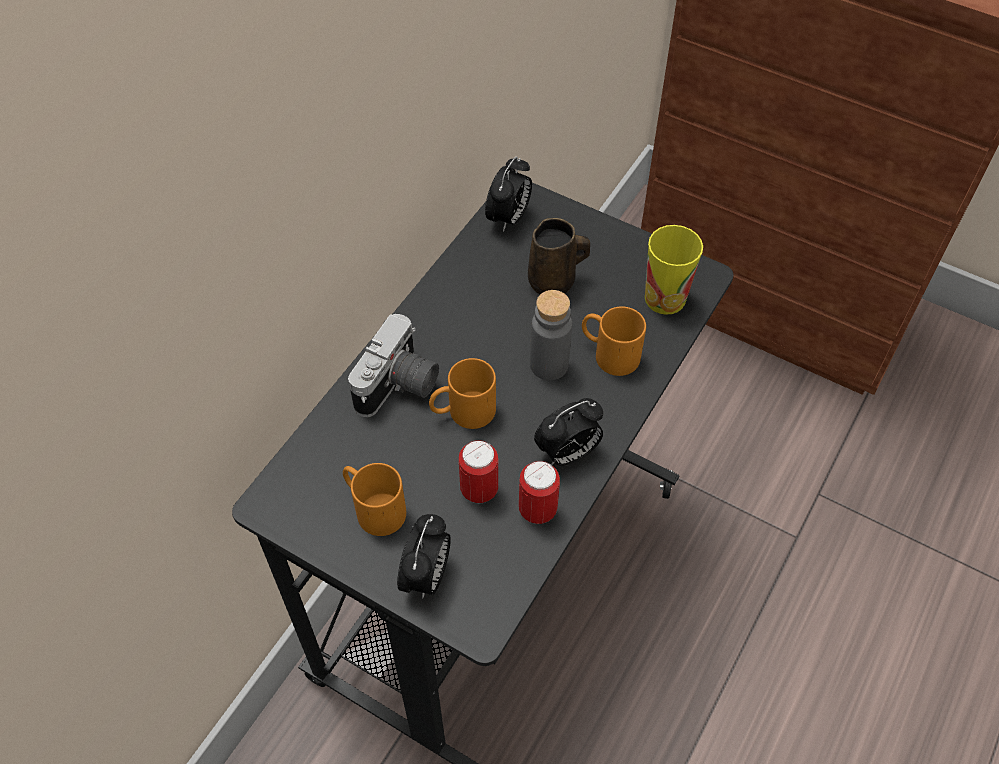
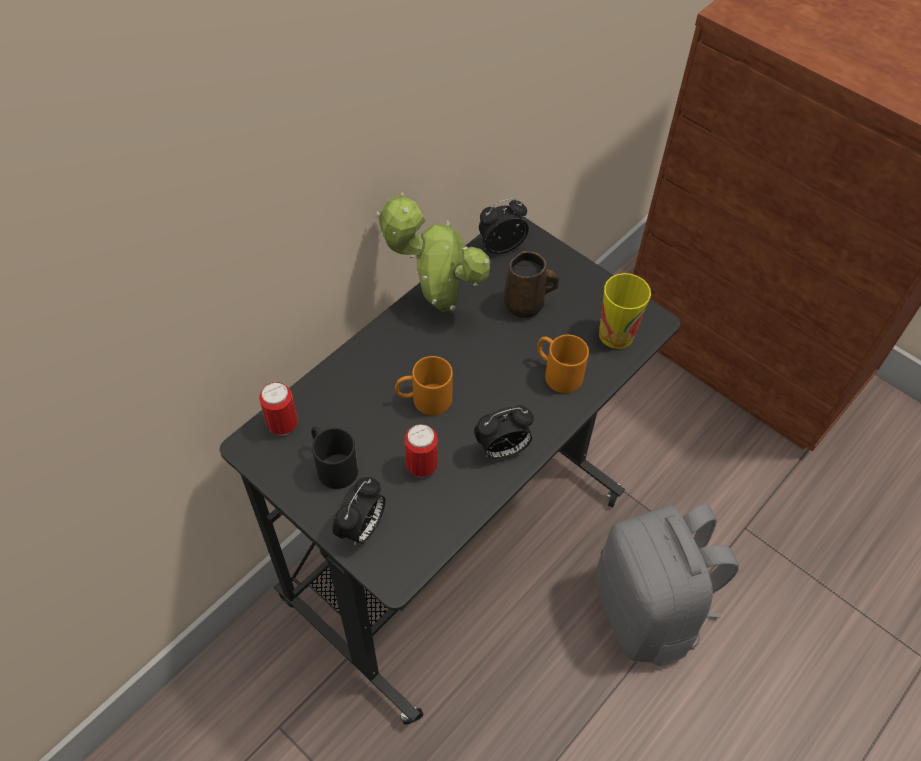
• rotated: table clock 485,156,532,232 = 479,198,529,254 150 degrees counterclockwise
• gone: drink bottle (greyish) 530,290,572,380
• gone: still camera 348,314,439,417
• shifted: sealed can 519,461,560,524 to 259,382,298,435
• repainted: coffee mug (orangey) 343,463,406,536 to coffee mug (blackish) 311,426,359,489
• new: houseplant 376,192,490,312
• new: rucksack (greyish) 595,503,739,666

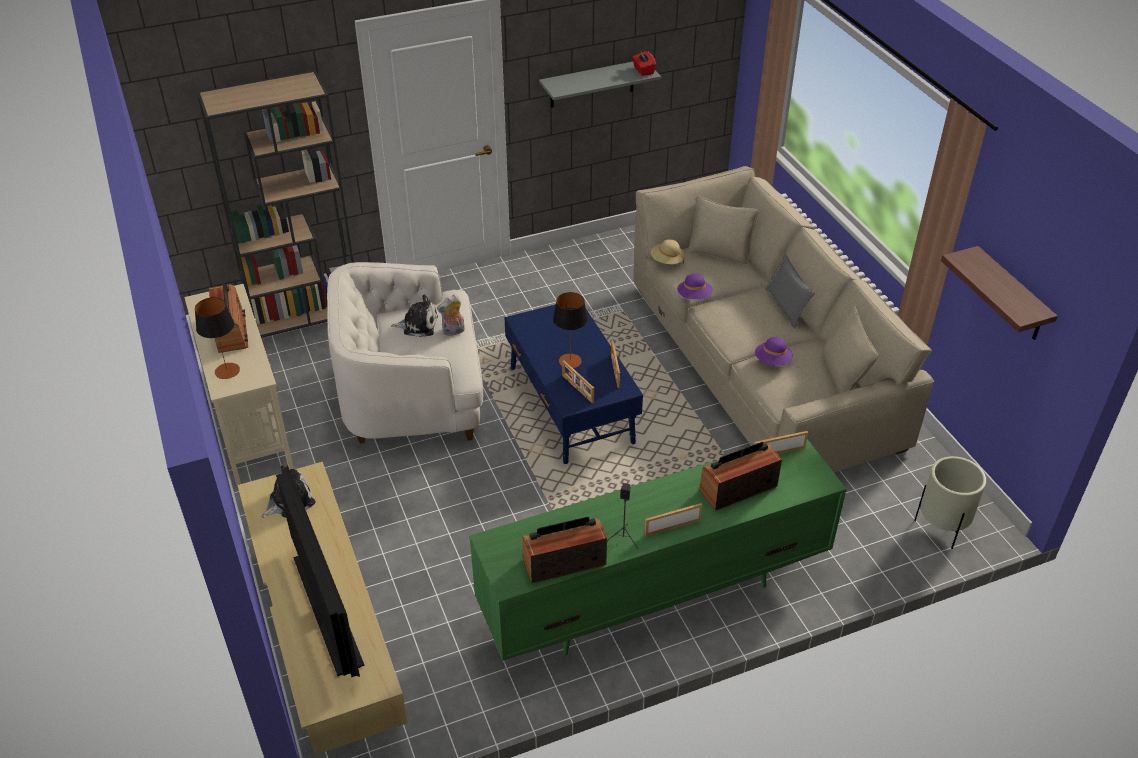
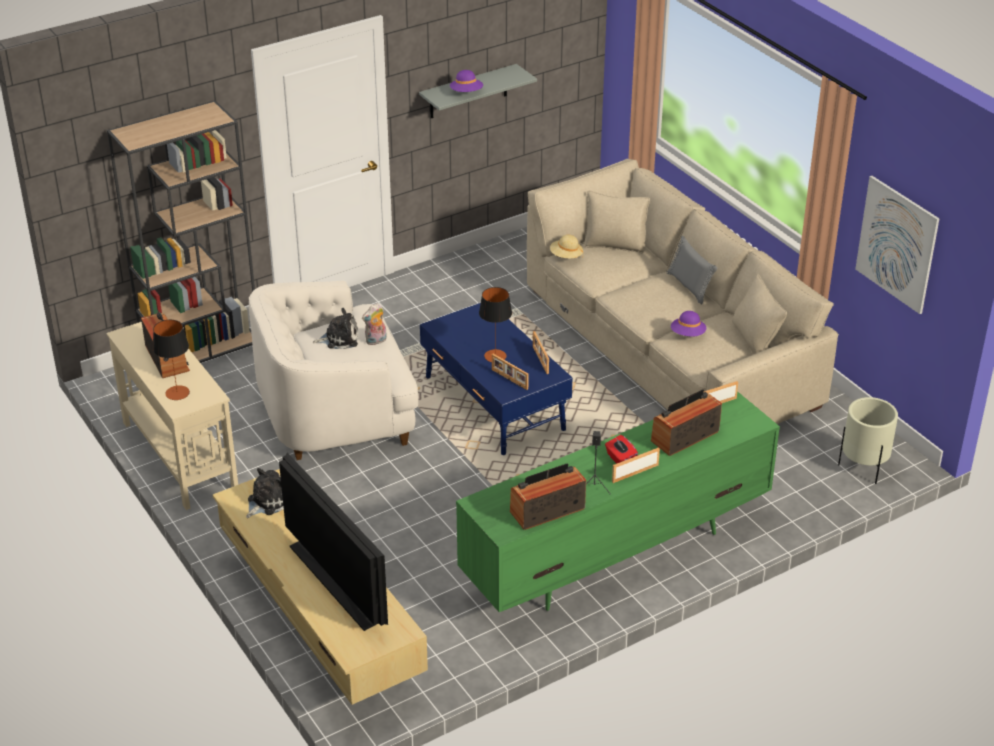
• shifted: tissue box (red) 632,51,656,76 to 605,435,638,464
• swapped: wall shelf 941,246,1058,340 to wall art 855,176,940,314
• shifted: hat (purplish) 677,273,713,299 to 450,70,483,92

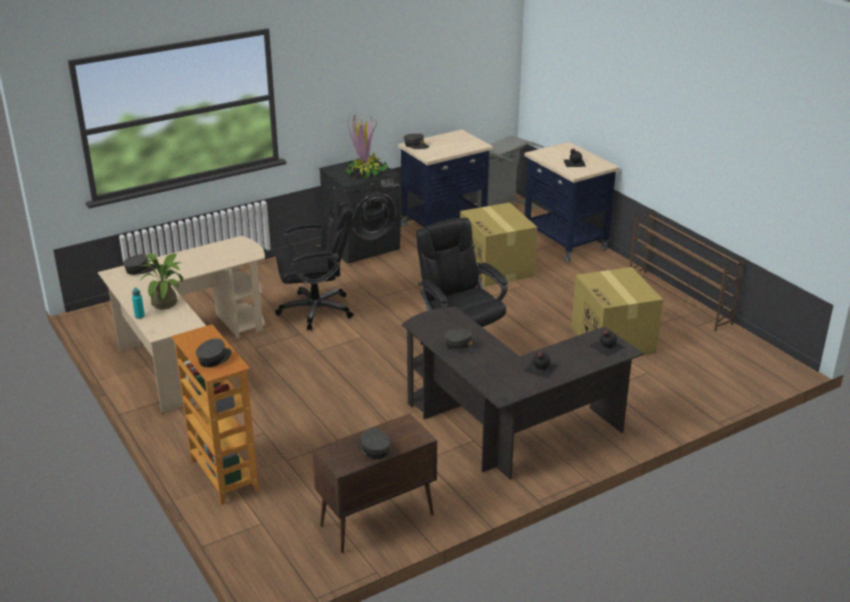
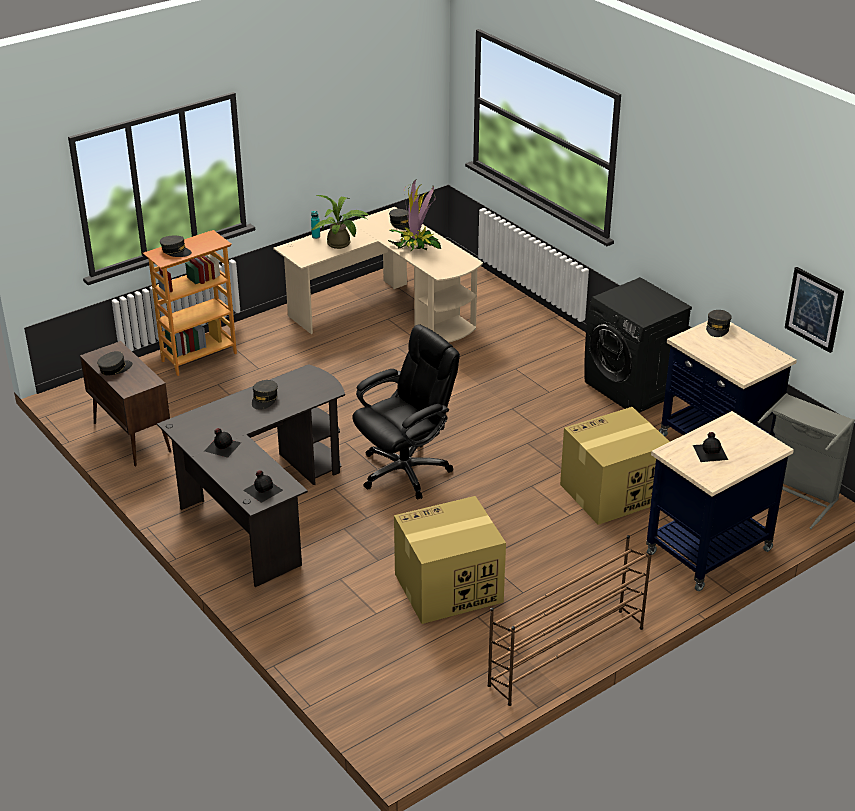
• shifted: houseplant 346,115,388,179 to 388,179,441,251
• gone: desk chair (blackish) 275,187,354,331
• new: wall art 785,267,844,353

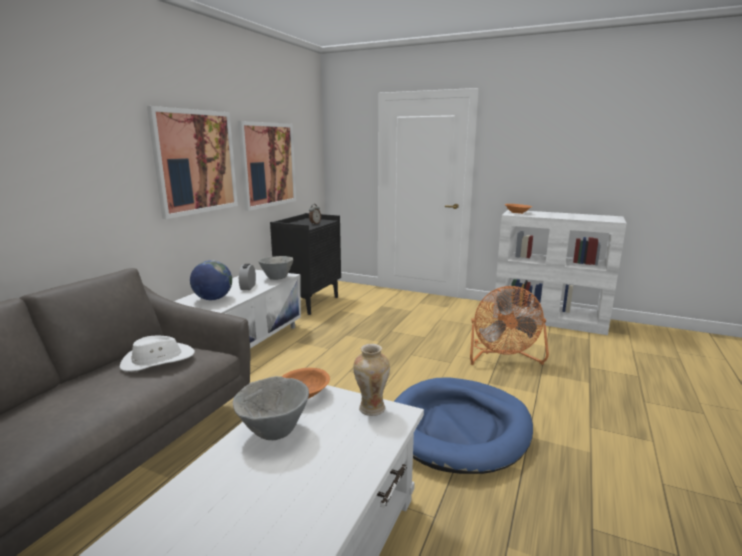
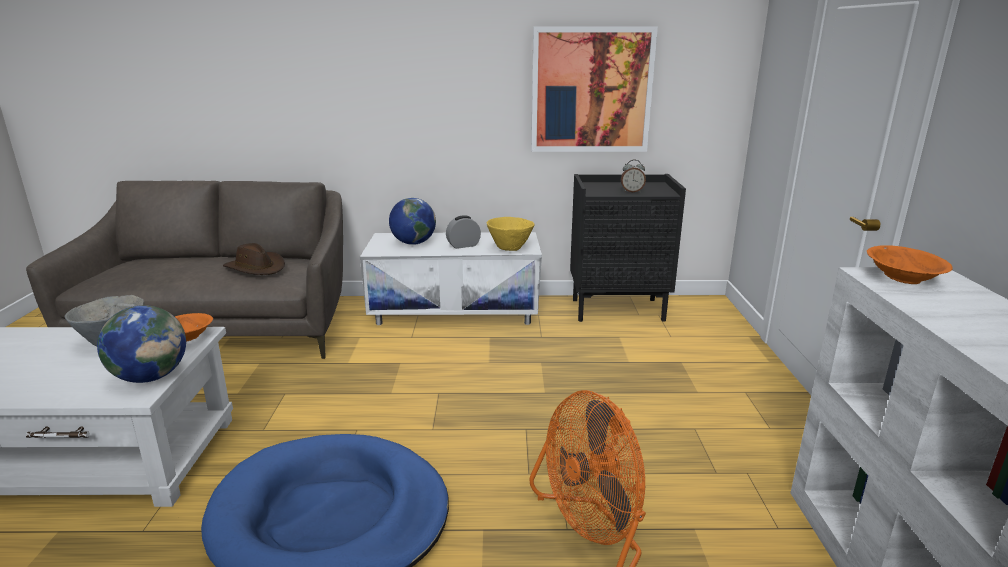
• gone: wall art 147,106,238,219
• repainted: deep dish (greyish) 258,256,293,280 to deep dish (yellow-coloured) 487,217,535,251
• repainted: hat (whitish) 120,336,195,372 to hat (brown-coloured) 223,243,285,275
• swapped: vase 353,344,390,416 to world globe 97,305,186,383

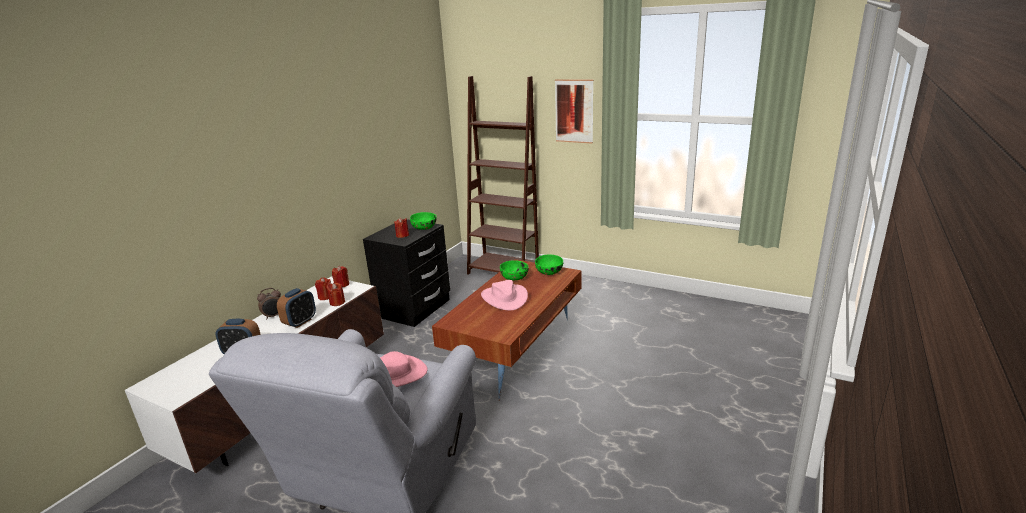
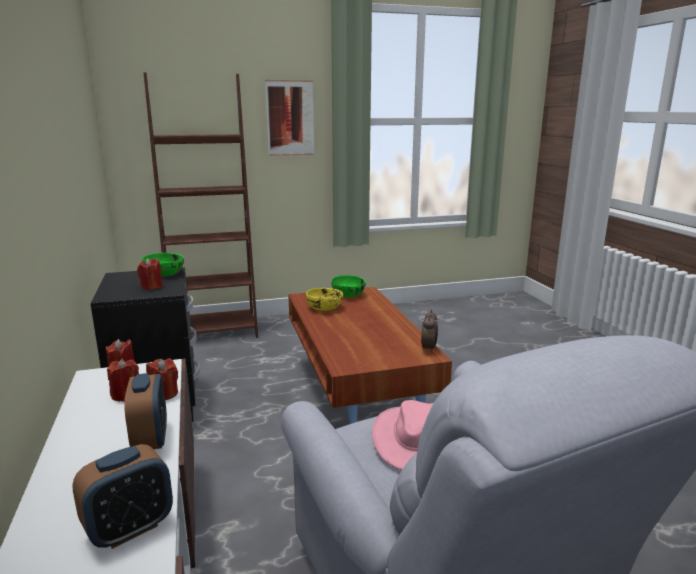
• repainted: deep dish (greenish) 500,260,529,280 to deep dish (yellow-coloured) 306,288,343,311
• gone: hat (pink) 481,280,528,310
• shifted: table clock 257,288,281,319 to 421,309,438,353

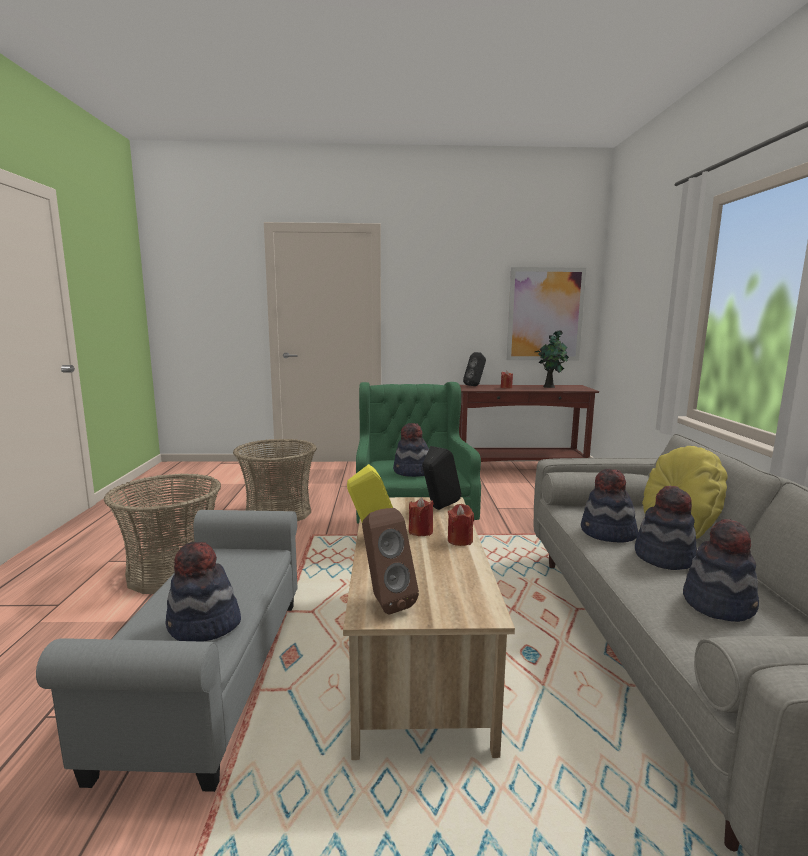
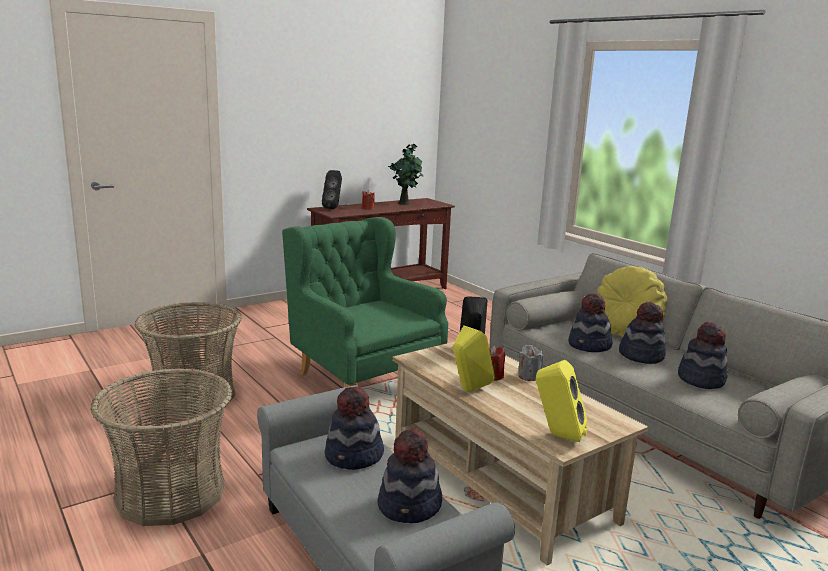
• gone: wall art 507,267,586,360
• shifted: hat 393,423,429,477 to 325,386,384,470
• repainted: candle (red) 448,504,474,546 to candle (greyish) 518,345,543,381
• repainted: loudspeaker (brown-coloured) 362,508,419,615 to loudspeaker (yellow-coloured) 536,360,587,442

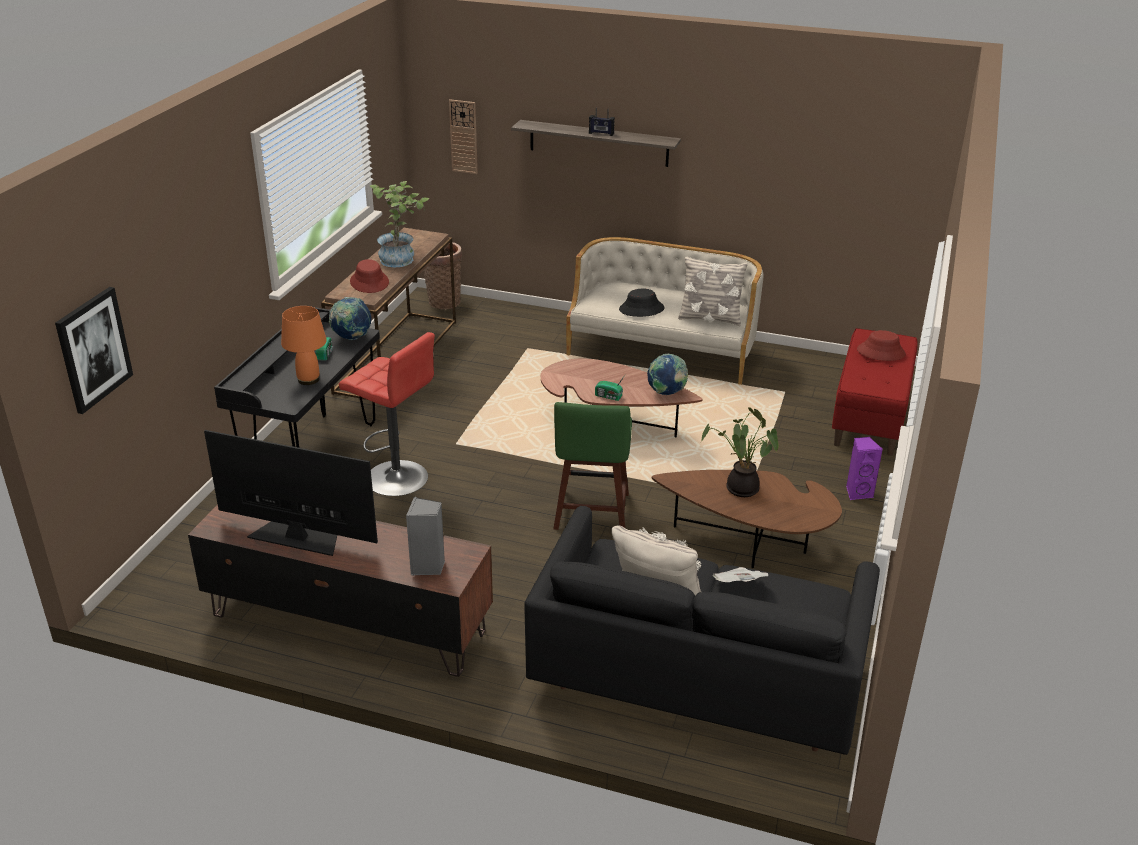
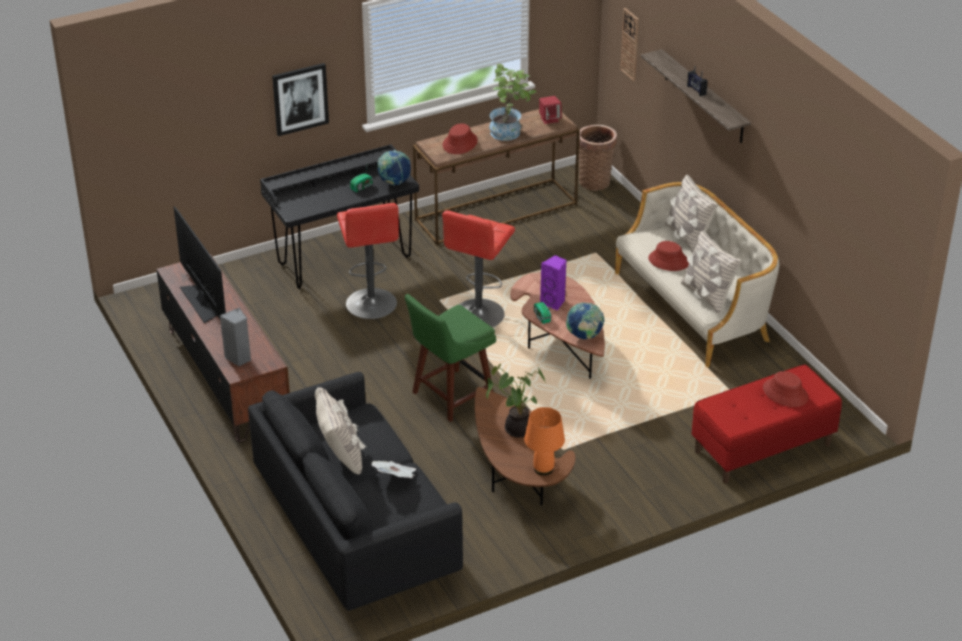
• shifted: wall art 55,287,133,414 to 272,63,329,136
• repainted: hat (blackish) 619,289,665,317 to hat (red) 648,241,689,271
• shifted: table lamp (orangey) 281,306,327,385 to 524,407,565,476
• shifted: loudspeaker (purplish) 846,437,883,500 to 540,255,566,310
• new: loudspeaker (red) 539,96,561,124
• new: cushion (beige-coloured) 665,175,718,253
• new: sitting stool (red) 442,210,515,327

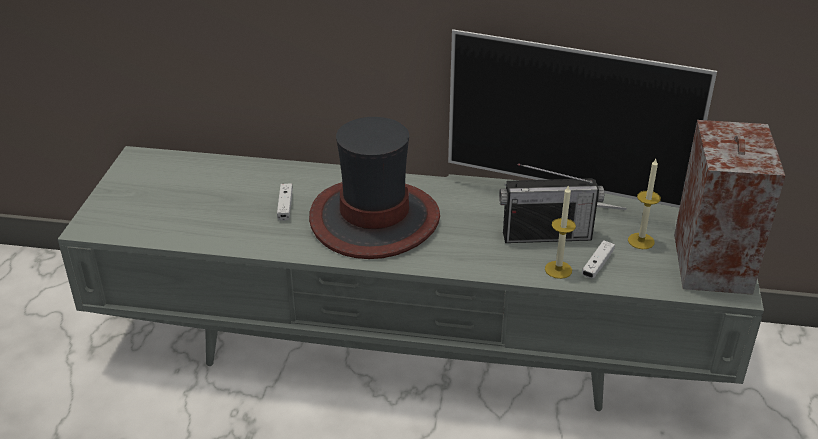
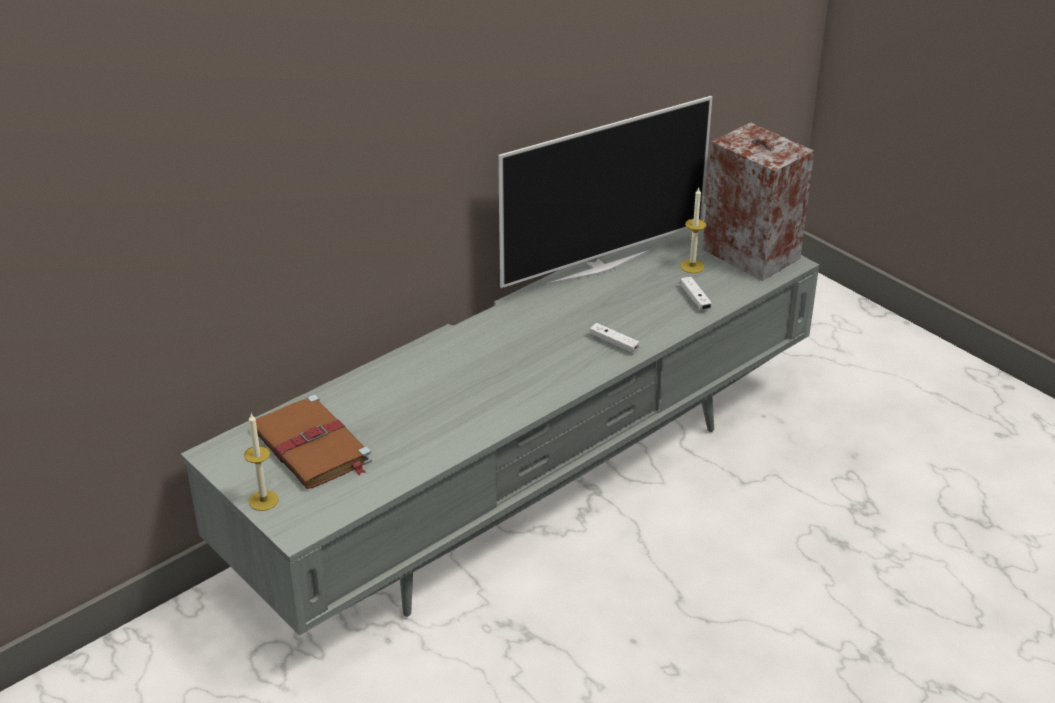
• gone: hat 309,117,440,259
• gone: radio 499,163,604,243
• shifted: game controller (whitish) 277,184,293,221 to 590,323,639,354
• shifted: candle 545,185,576,279 to 244,413,279,511
• new: bound book (brown-coloured) 256,394,372,489

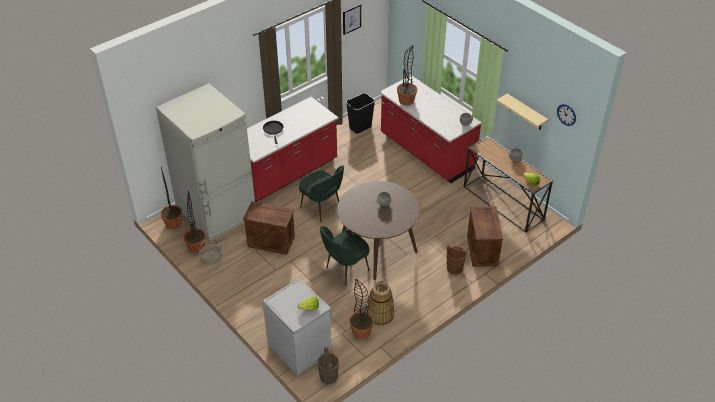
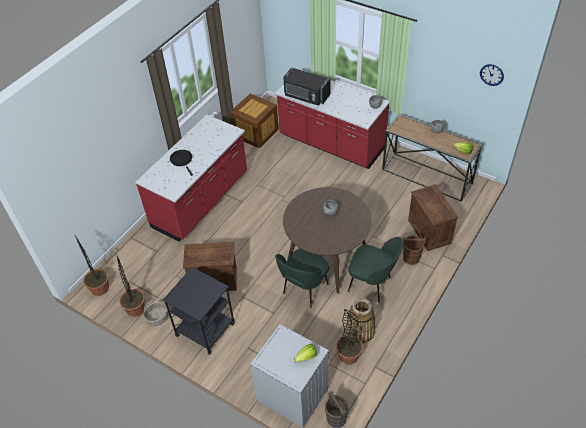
• gone: wall art 343,4,361,35
• swapped: houseplant 397,46,417,105 to microwave (blackish) 283,67,331,106
• gone: fridge (whitish) 156,83,255,241
• swapped: waste bin (blackish) 346,93,375,134 to shipping crate 230,94,279,149
• gone: wall shelf (beige-coloured) 496,94,548,130
• shifted: chair (greenish) 299,165,344,221 to 348,237,404,302
• new: trolley (blackish) 163,267,235,355

